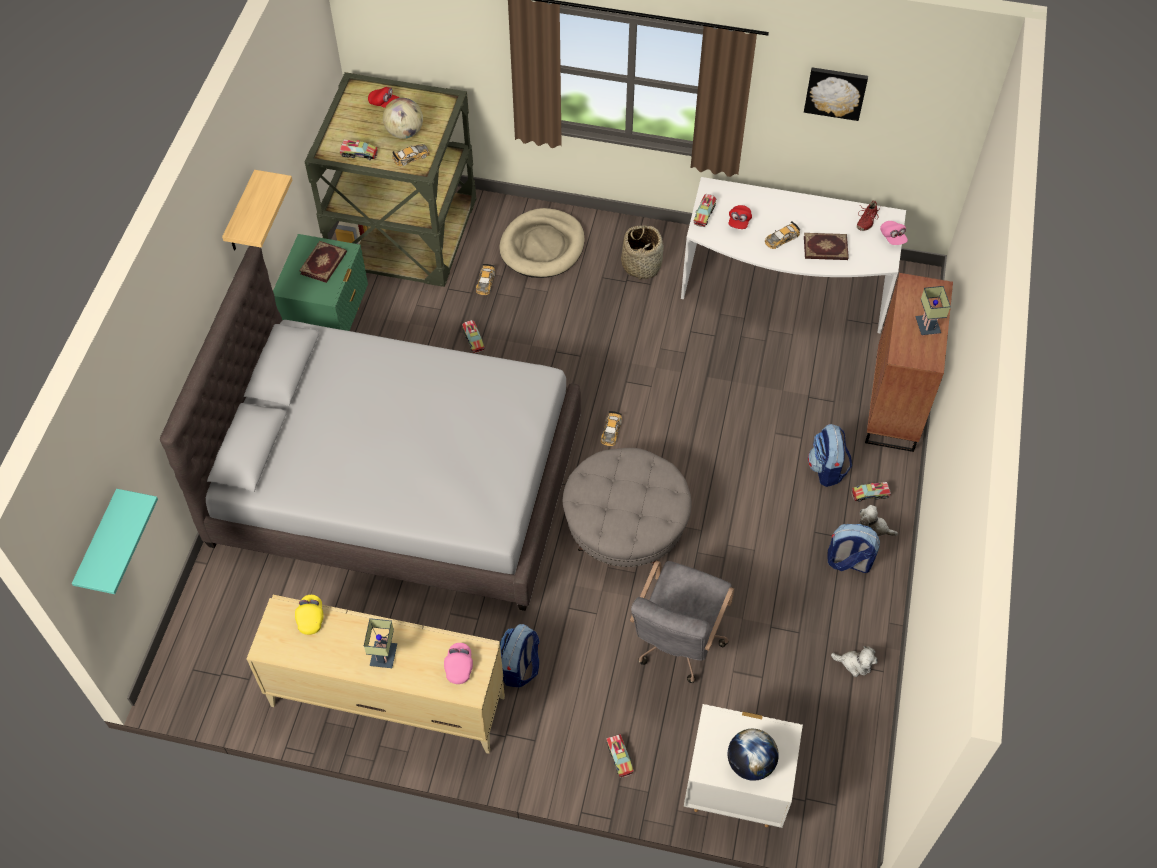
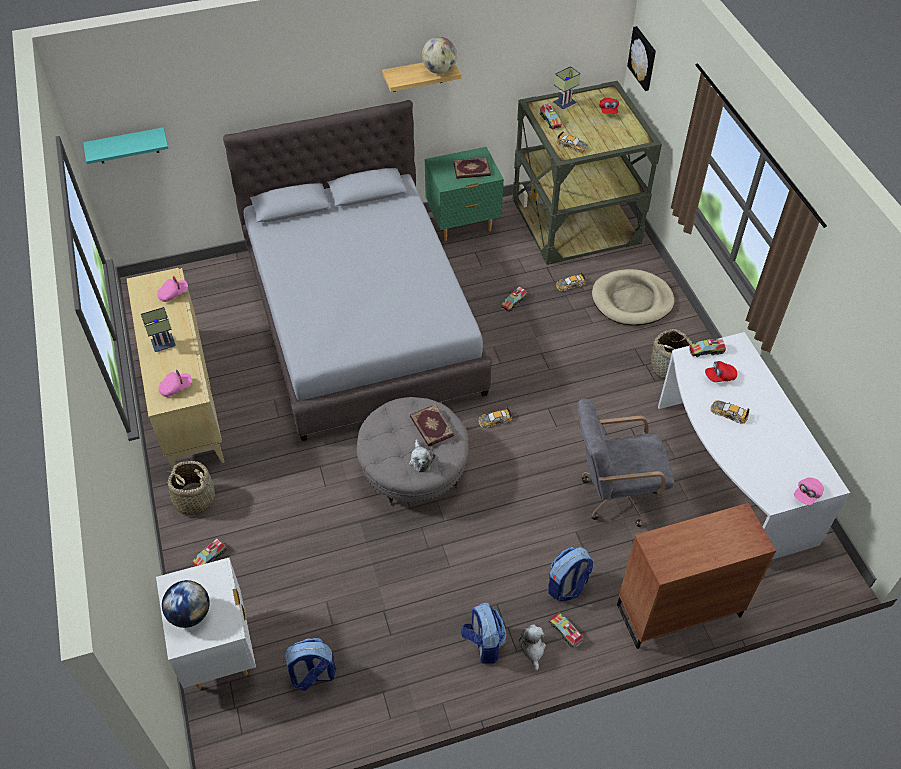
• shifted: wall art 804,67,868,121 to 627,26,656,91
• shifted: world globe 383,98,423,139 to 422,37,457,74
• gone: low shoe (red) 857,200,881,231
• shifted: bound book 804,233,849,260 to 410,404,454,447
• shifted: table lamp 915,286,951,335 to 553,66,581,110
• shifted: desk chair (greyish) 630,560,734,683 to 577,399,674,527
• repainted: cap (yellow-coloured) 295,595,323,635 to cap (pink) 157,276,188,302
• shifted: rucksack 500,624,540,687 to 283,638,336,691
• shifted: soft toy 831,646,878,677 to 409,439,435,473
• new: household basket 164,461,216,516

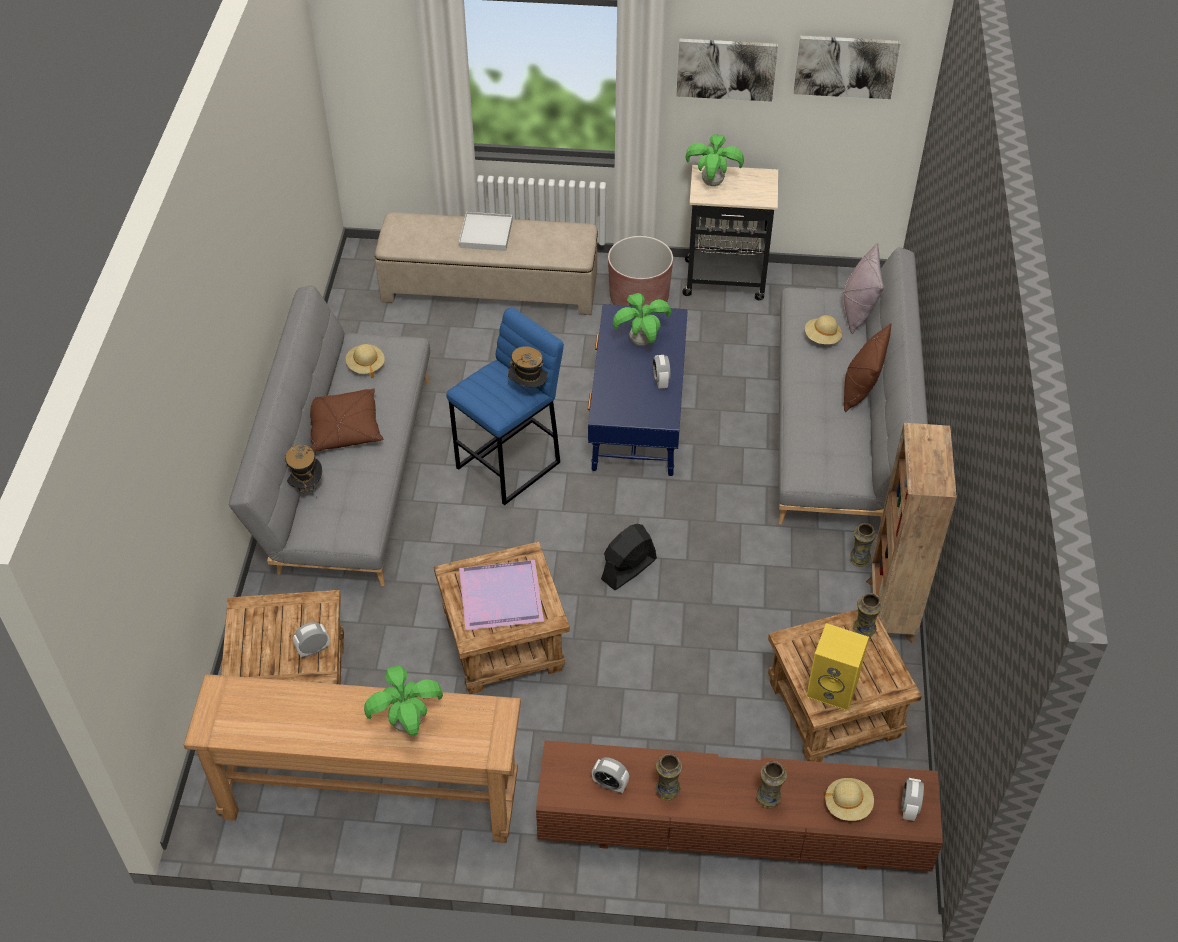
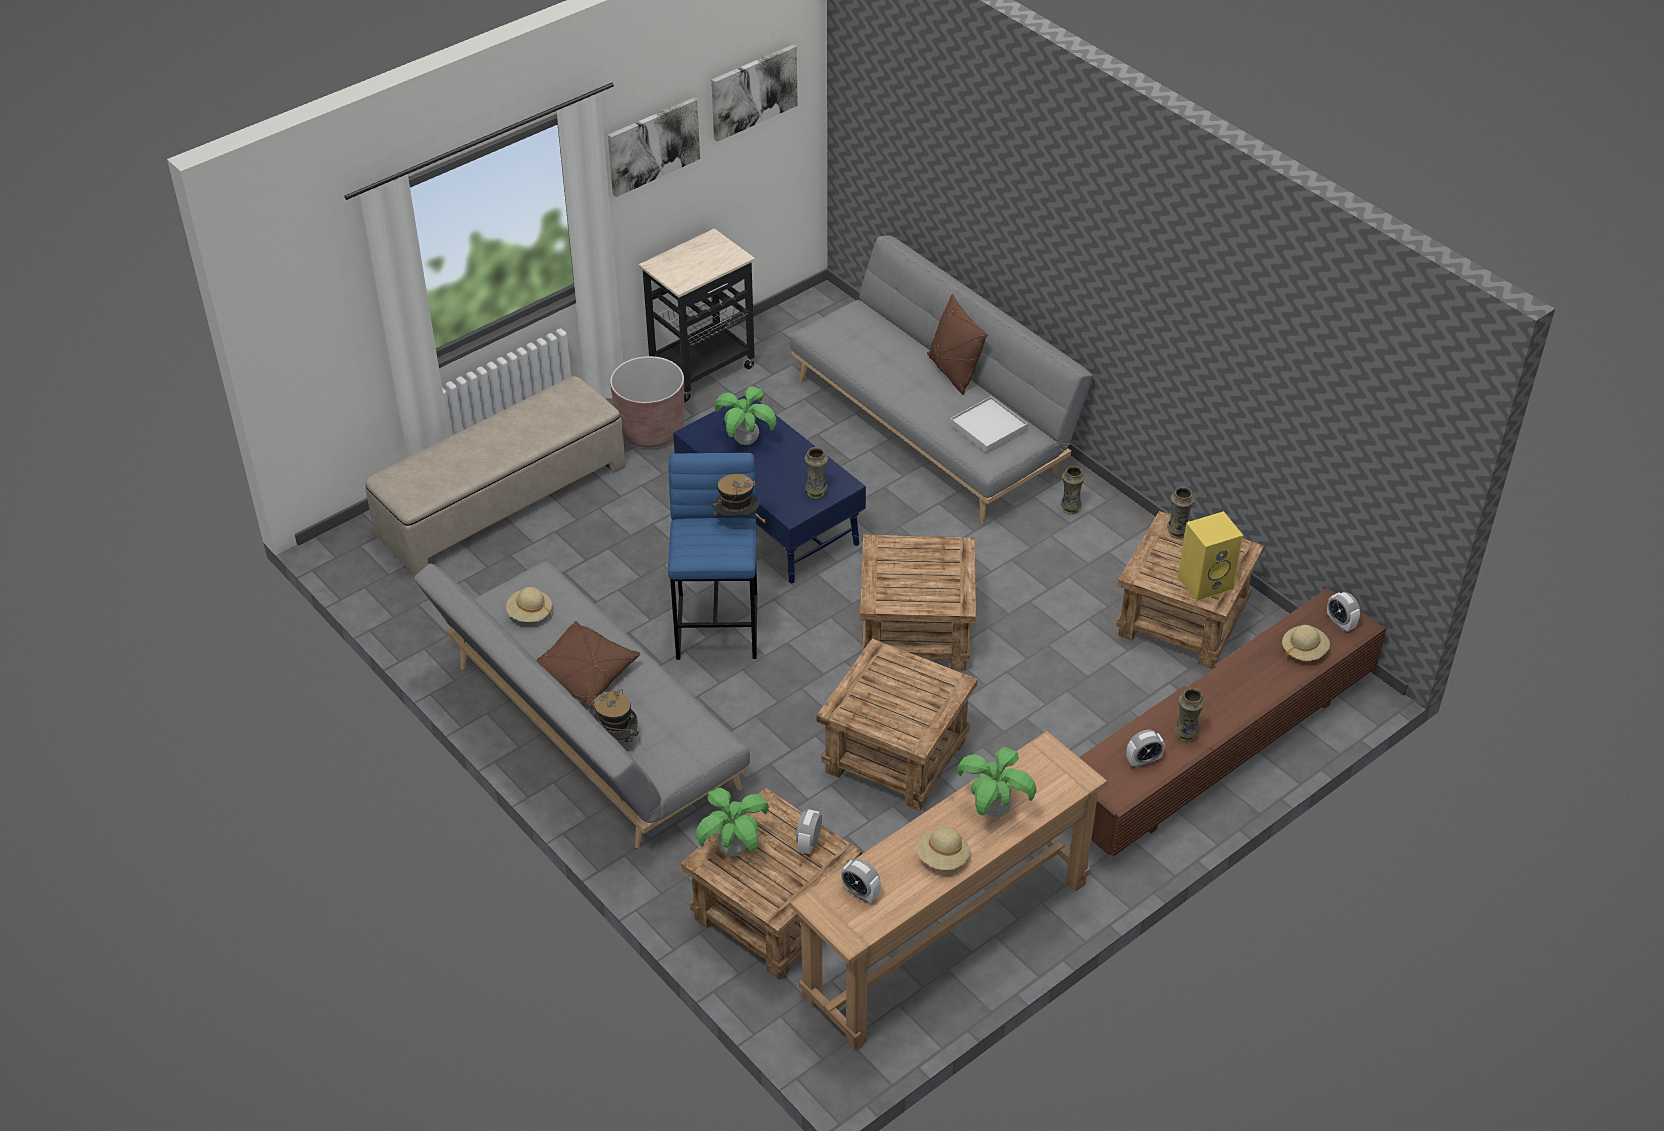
• shifted: houseplant 685,134,744,186 to 696,788,769,856
• shifted: serving tray (whitish) 459,212,513,251 to 950,396,1028,453
• gone: cushion (purplish) 843,242,884,334
• shifted: hat (beige-coloured) 805,315,842,344 to 917,826,970,870
• shifted: table clock 653,355,671,389 to 841,859,881,903
• gone: bookcase (brown-coloured) 866,423,957,643
• swapped: electric fan (blackish) 601,524,657,590 to side table (brown-coloured) 860,534,976,670
• gone: serving tray (purplish) 459,560,544,630
• shifted: vase 757,761,787,809 to 805,447,828,499

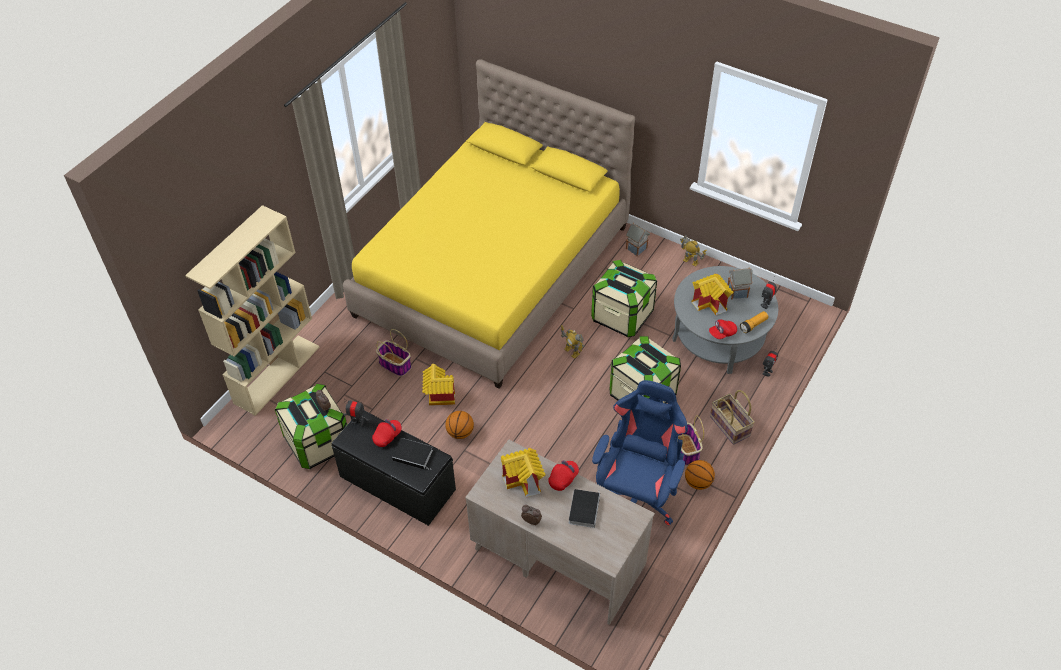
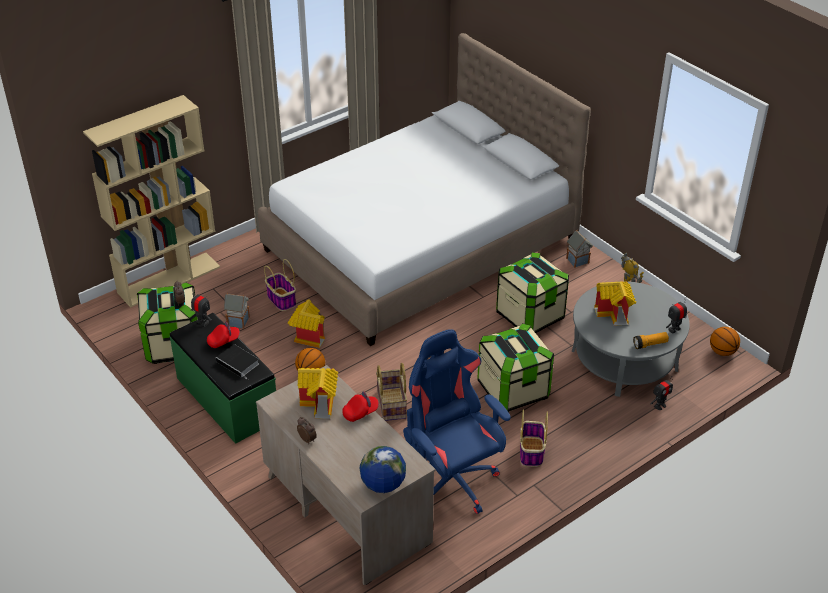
• repainted: bed (yellow-coloured) 343,59,635,389 to bed (whitish) 258,33,591,346
• shifted: miniature house 727,267,753,299 to 224,293,250,329
• gone: cap (red) 709,319,737,339
• gone: toy robot 561,325,584,359
• rotated: desk chair (blue-coloured) 592,380,688,525 = 403,329,510,514 75 degrees counterclockwise
• shifted: household basket 710,390,755,445 to 376,363,407,421
• repainted: long seat (blackish) 332,410,456,526 to long seat (greenish) 170,313,276,444
• shifted: basketball 685,460,715,490 to 710,327,740,356
• gone: bound book 569,489,600,528
• new: world globe 359,446,406,493

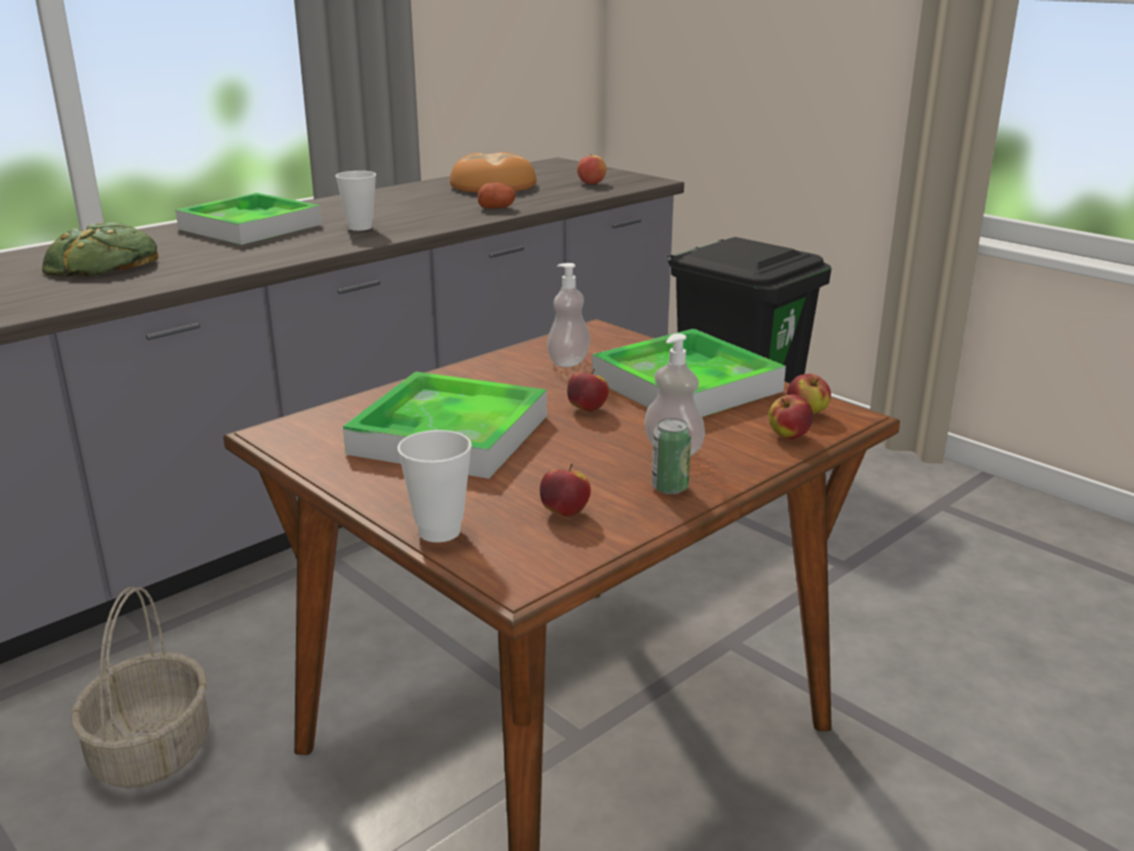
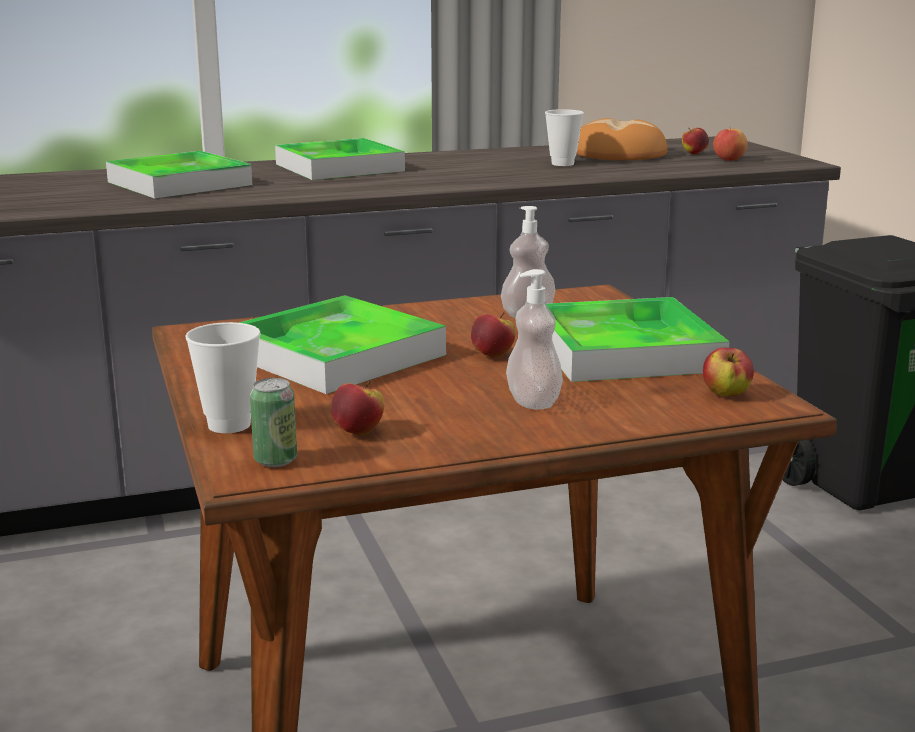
• shifted: small cup 335,171,376,231 to 545,109,584,166
• gone: potato 477,183,516,209
• swapped: bread 42,222,159,277 to serving tray 106,151,252,199
• shifted: whole apple 769,395,813,439 to 682,128,709,155
• shifted: sealed can 652,418,691,494 to 250,378,297,467
• gone: household basket 71,587,209,788

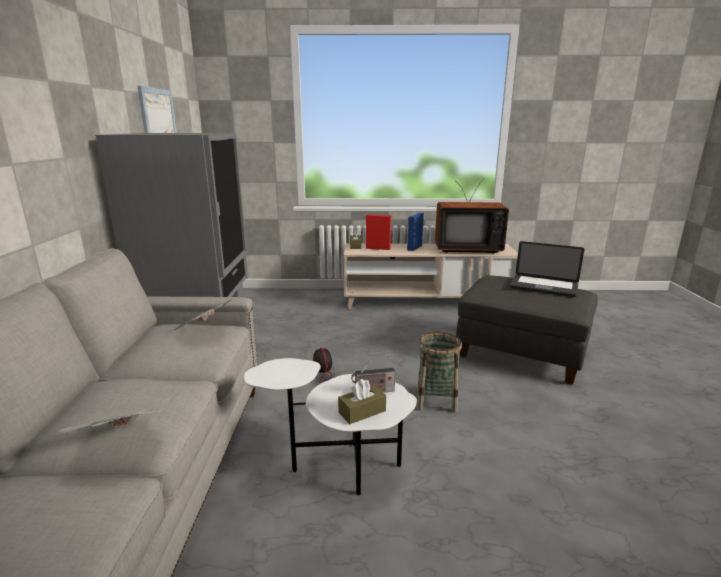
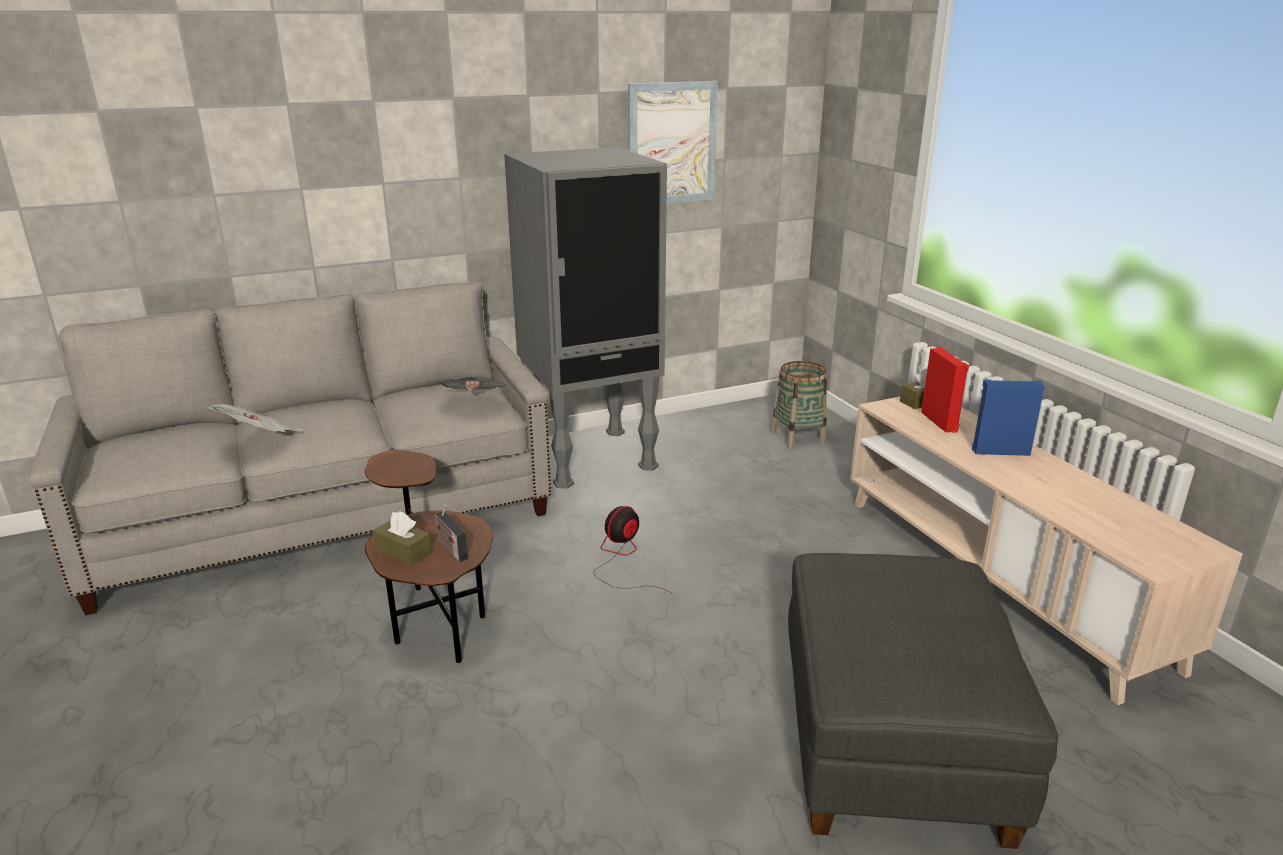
• gone: television 435,178,509,254
• gone: laptop 510,241,584,297
• shifted: household basket 417,332,462,413 to 771,361,827,448
• repainted: side table (whitish) 244,358,417,495 to side table (brown-coloured) 365,450,493,663

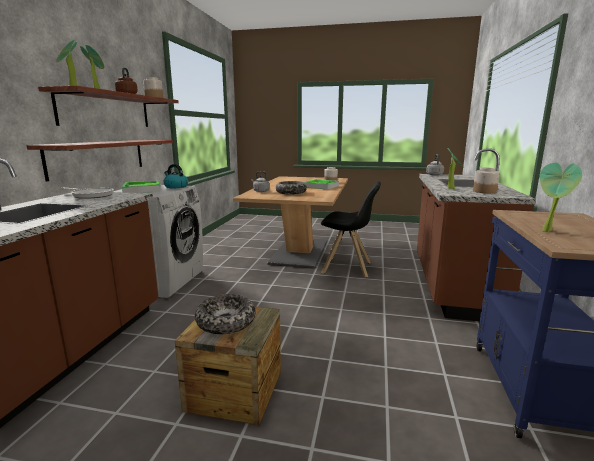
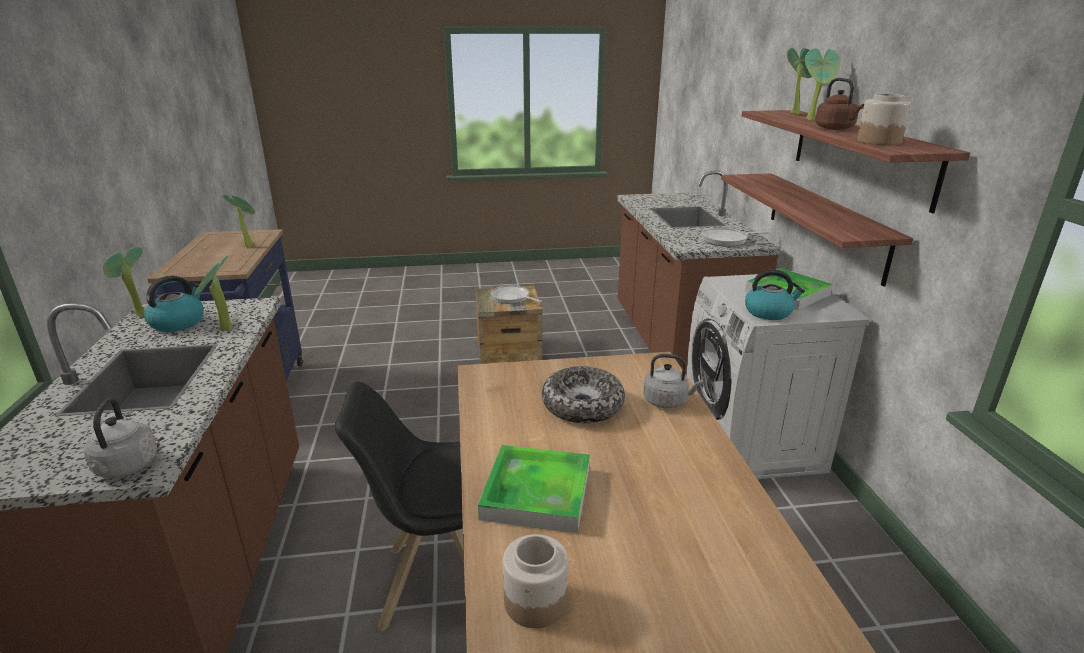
• swapped: storage jar 473,168,499,193 to water kettle 144,275,204,332
• swapped: deep dish 195,294,256,334 to skillet 491,285,542,304
• new: houseplant 103,247,145,317

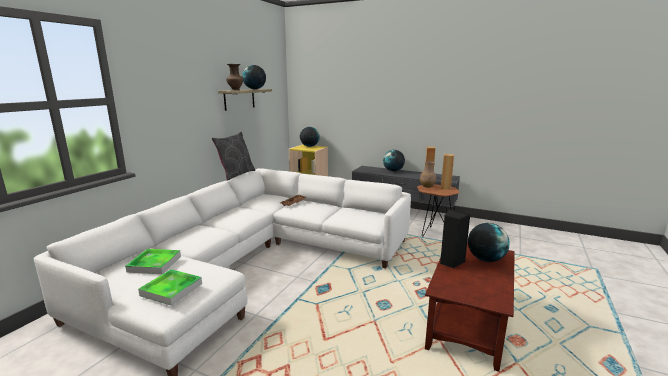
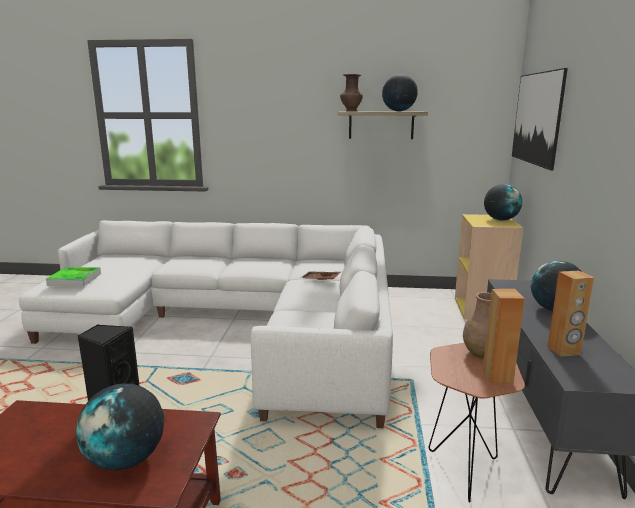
• gone: cushion (greyish) 212,132,255,181
• gone: serving tray 125,249,181,274
• new: wall art 512,68,568,171

